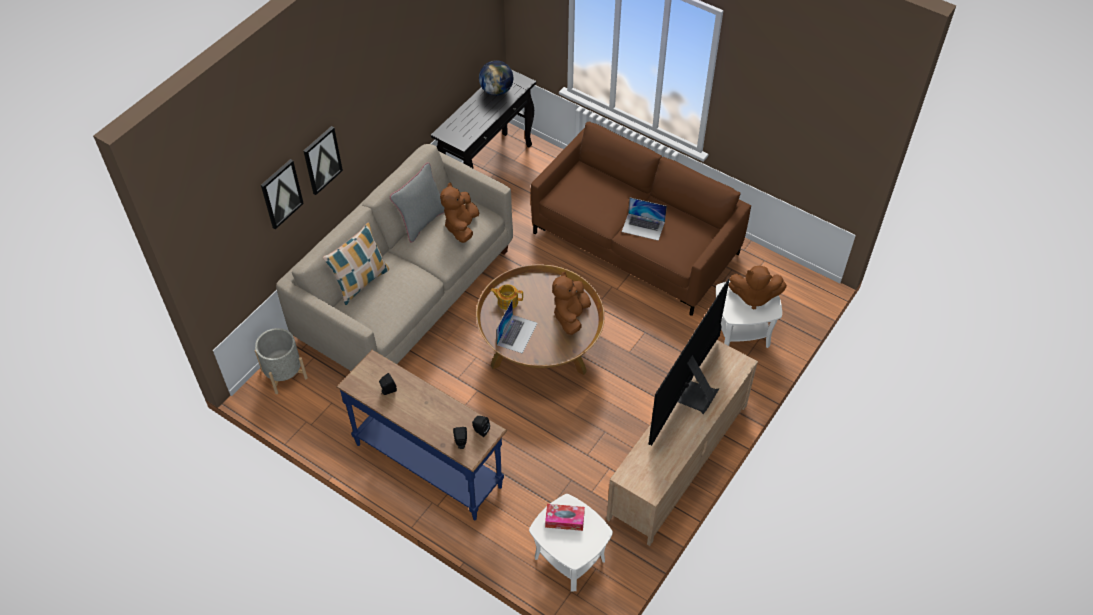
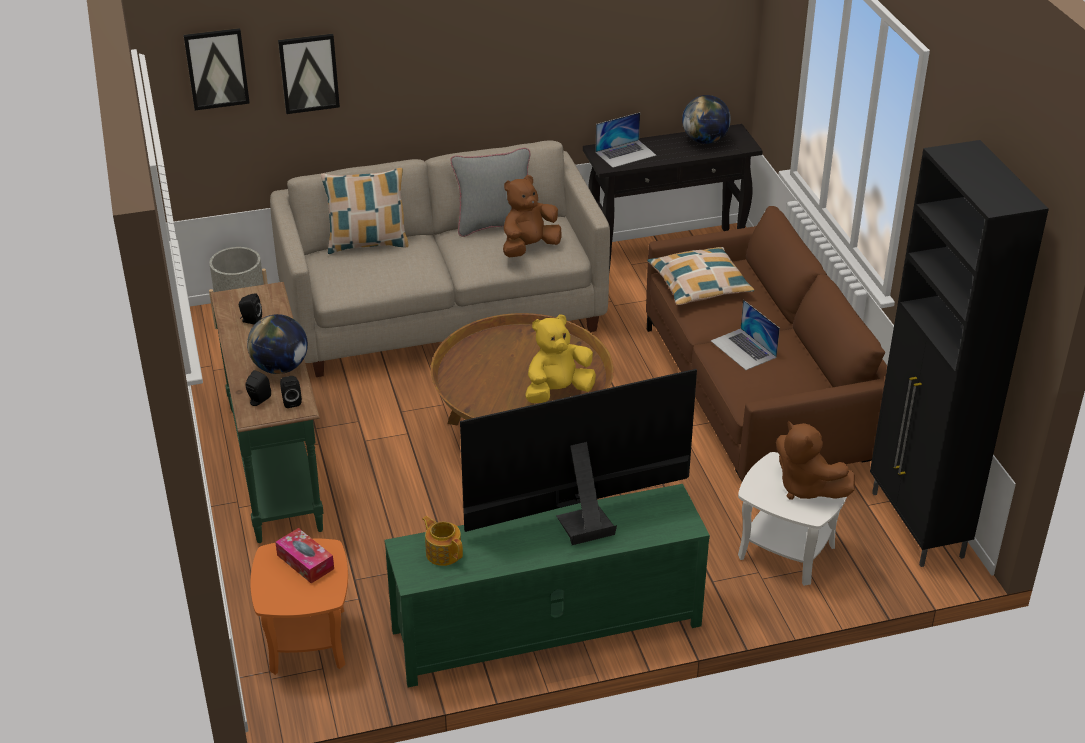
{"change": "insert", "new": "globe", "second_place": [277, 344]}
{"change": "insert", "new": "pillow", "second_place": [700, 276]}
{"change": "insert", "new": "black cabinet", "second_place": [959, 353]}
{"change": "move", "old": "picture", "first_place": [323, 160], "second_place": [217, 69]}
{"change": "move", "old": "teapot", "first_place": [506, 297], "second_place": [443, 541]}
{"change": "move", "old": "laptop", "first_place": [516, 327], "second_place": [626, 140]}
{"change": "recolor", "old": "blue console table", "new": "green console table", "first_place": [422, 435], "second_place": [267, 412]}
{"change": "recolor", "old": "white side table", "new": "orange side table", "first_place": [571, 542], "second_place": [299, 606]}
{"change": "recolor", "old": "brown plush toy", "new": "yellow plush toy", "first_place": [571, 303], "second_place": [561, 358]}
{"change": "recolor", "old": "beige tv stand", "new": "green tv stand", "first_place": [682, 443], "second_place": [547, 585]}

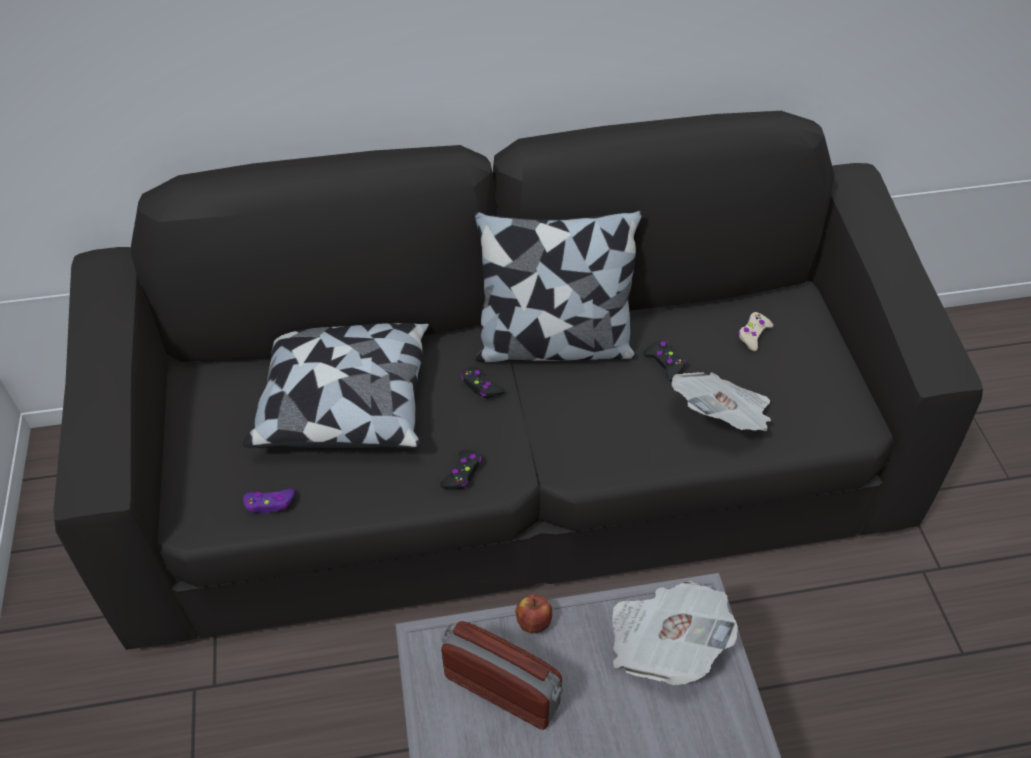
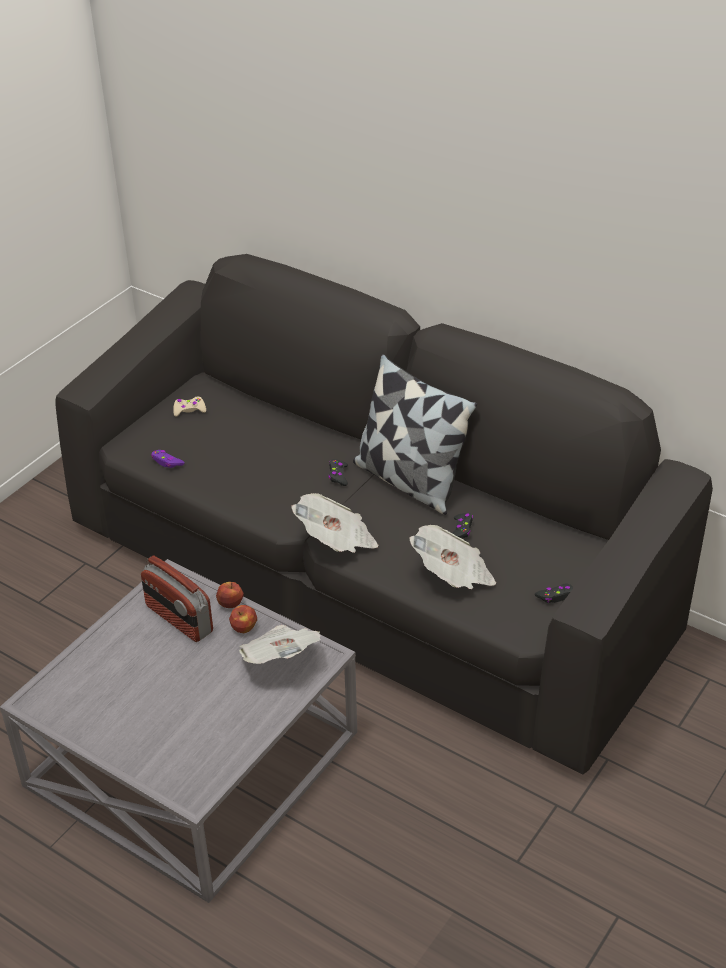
{"change": "delete", "old": "pillow", "first_place": [335, 386]}
{"change": "insert", "new": "apple", "second_place": [243, 619]}
{"change": "insert", "new": "newspaper", "second_place": [335, 523]}
{"change": "move", "old": "black game controller", "first_place": [460, 469], "second_place": [554, 593]}
{"change": "move", "old": "beige game controller", "first_place": [756, 331], "second_place": [189, 407]}
{"change": "rotate", "old": "radio", "first_place": [502, 675], "second_place": [177, 599], "degrees": 150}

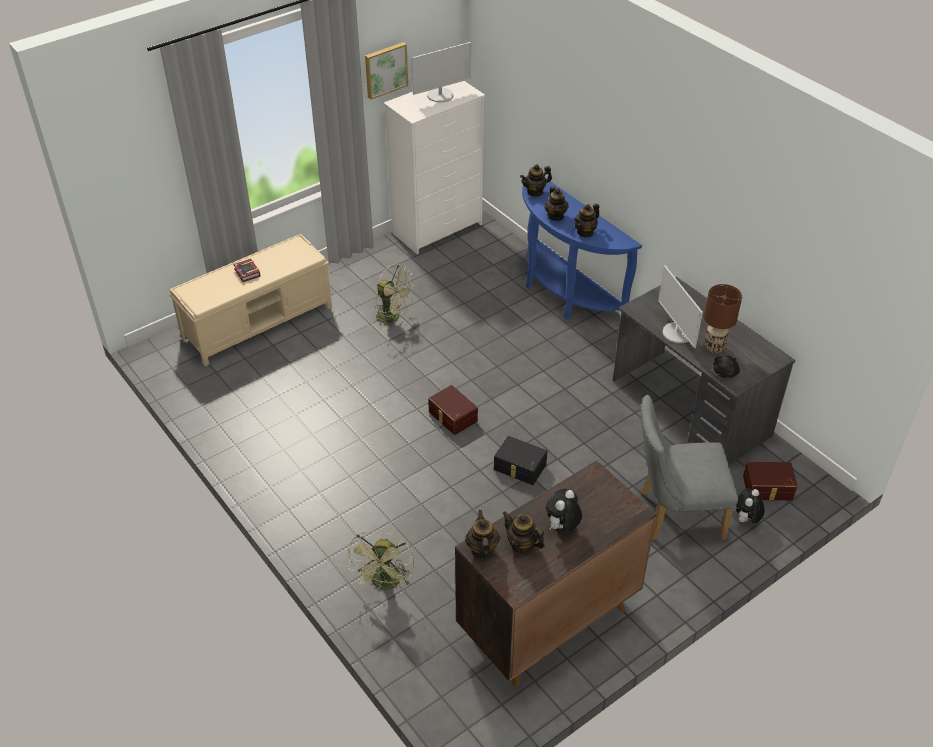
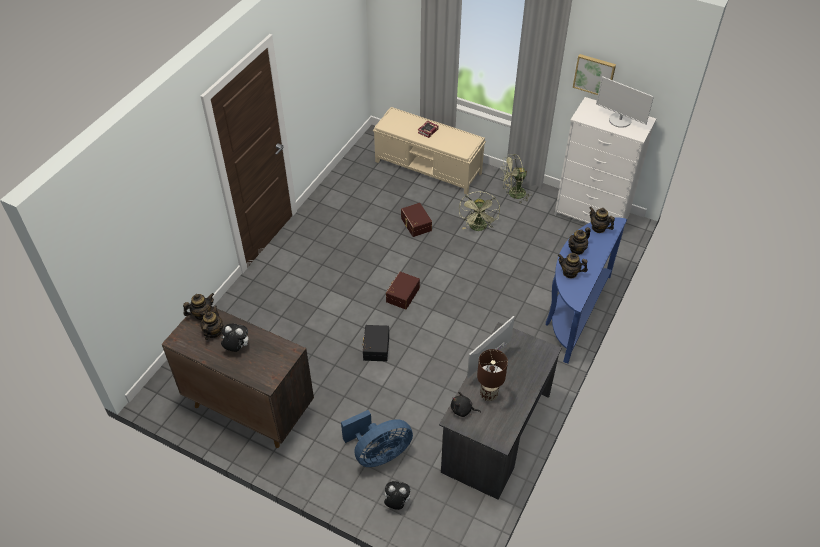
{"change": "move", "old": "green fan", "first_place": [381, 560], "second_place": [516, 178]}
{"change": "move", "old": "brown storage box", "first_place": [770, 481], "second_place": [416, 220]}
{"change": "replace", "old": "grey chair", "new": "blue fan", "first_place": [689, 467], "second_place": [377, 438]}

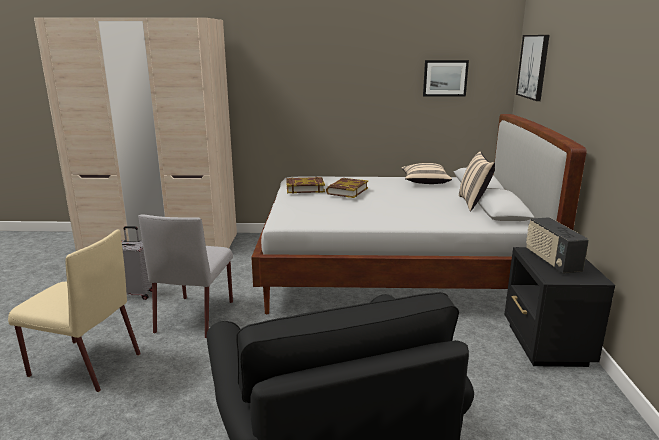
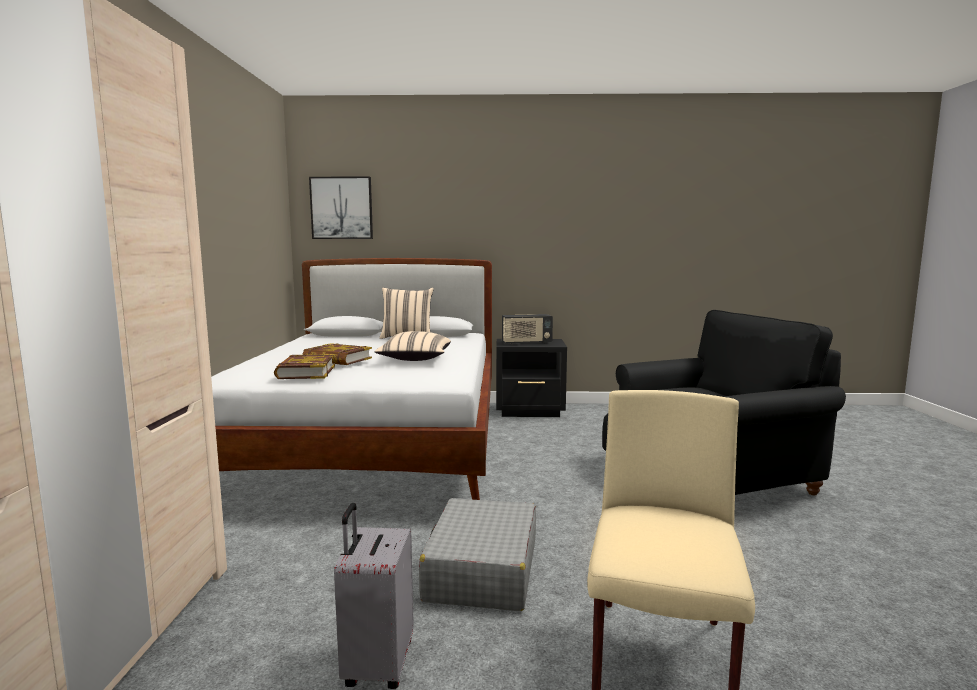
{"change": "delete", "old": "picture", "first_place": [446, 78]}
{"change": "move", "old": "beige pillow", "first_place": [426, 173], "second_place": [412, 346]}
{"change": "replace", "old": "grey chair", "new": "grey suitcase", "first_place": [185, 276], "second_place": [477, 554]}

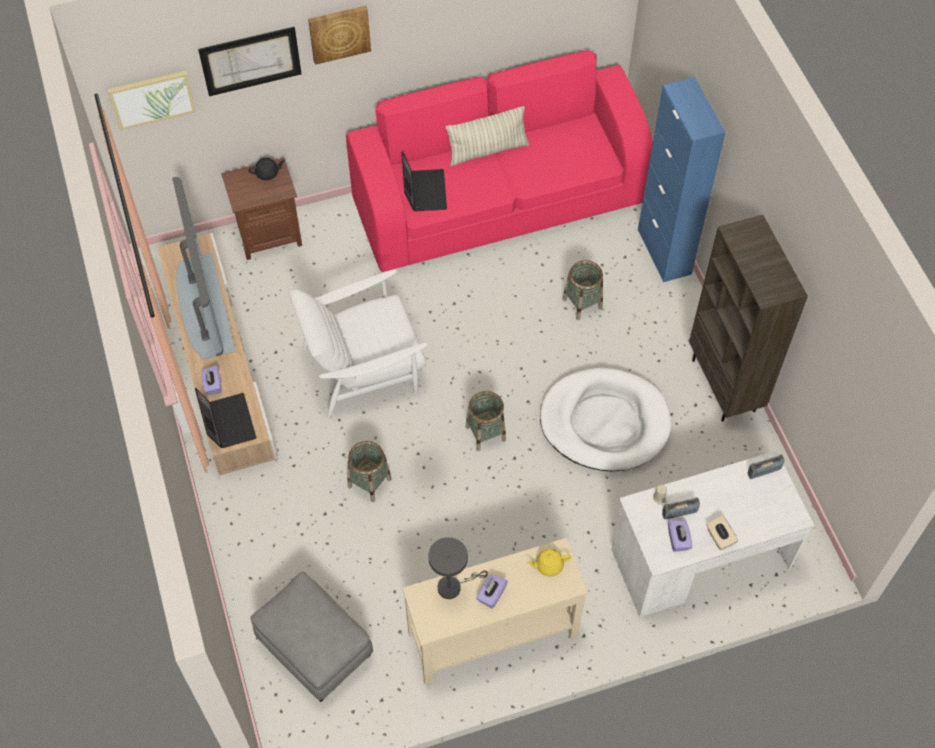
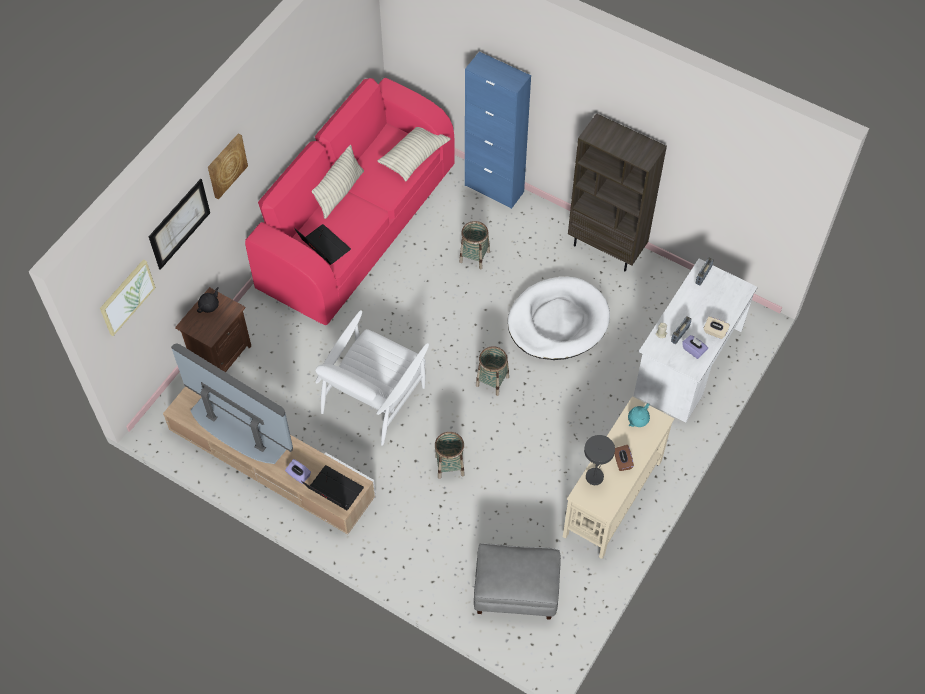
{"change": "insert", "new": "pillow", "second_place": [414, 154]}
{"change": "recolor", "old": "purple tissue box", "new": "brown tissue box", "first_place": [492, 591], "second_place": [624, 458]}
{"change": "recolor", "old": "yellow teapot", "new": "turquoise teapot", "first_place": [549, 562], "second_place": [639, 415]}

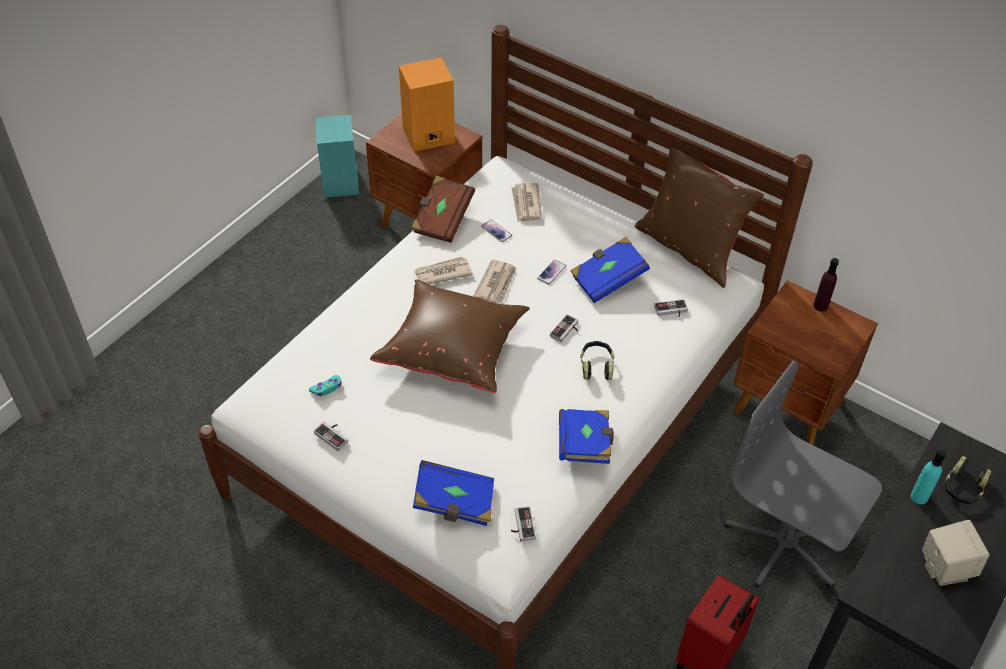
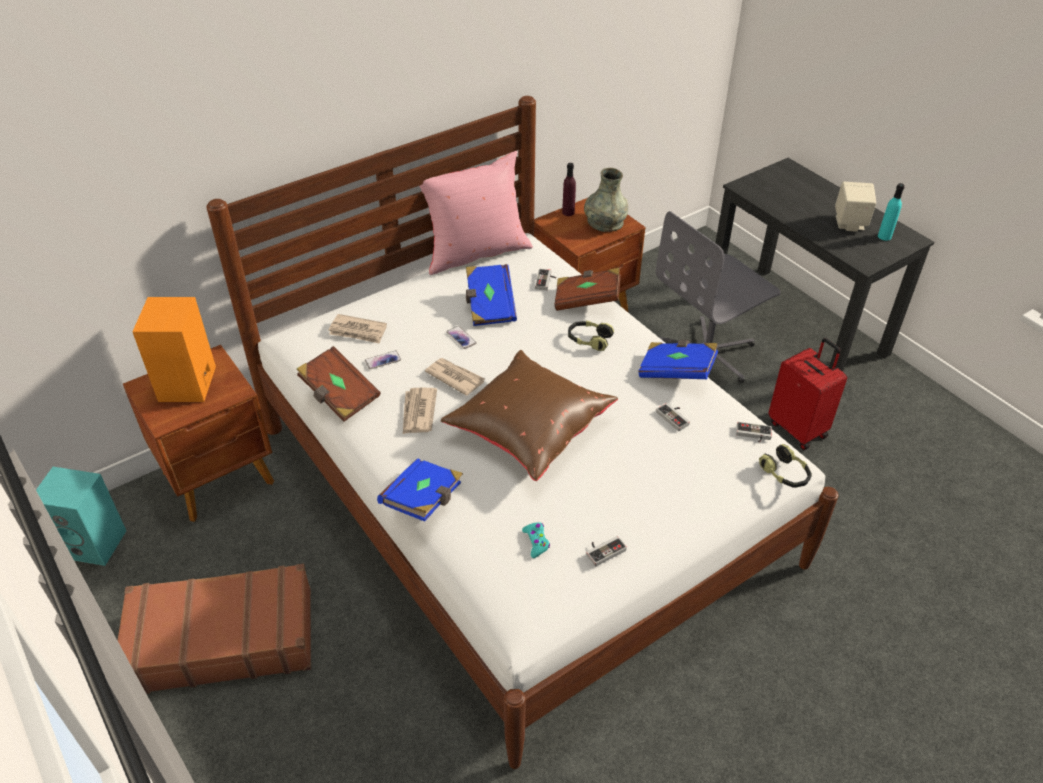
{"change": "insert", "new": "brown suitcase", "second_place": [214, 629]}
{"change": "insert", "new": "brown book", "second_place": [587, 289]}
{"change": "insert", "new": "grey vase", "second_place": [606, 200]}
{"change": "move", "old": "blue book", "first_place": [453, 493], "second_place": [420, 489]}
{"change": "move", "old": "game controller", "first_place": [564, 328], "second_place": [673, 417]}
{"change": "move", "old": "turquoise bottle", "first_place": [928, 476], "second_place": [891, 212]}
{"change": "move", "old": "headphones", "first_place": [968, 480], "second_place": [785, 466]}
{"change": "recolor", "old": "brown pillow", "new": "pink pillow", "first_place": [699, 218], "second_place": [476, 213]}

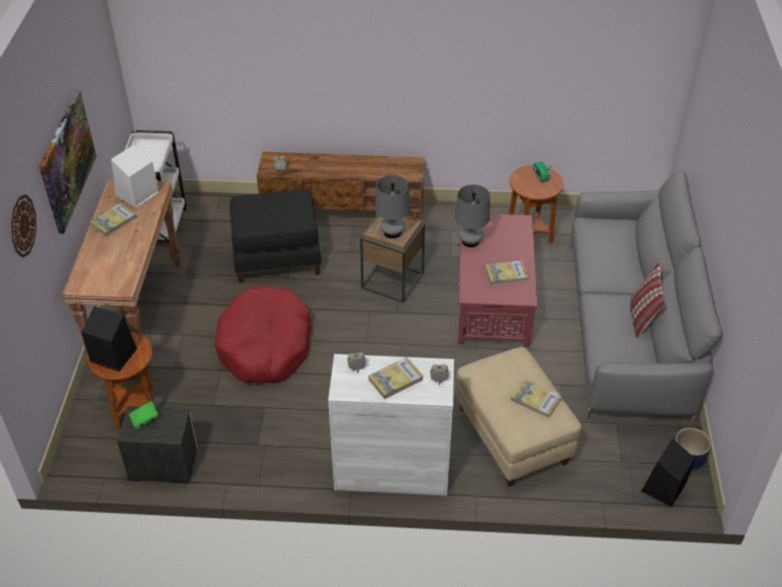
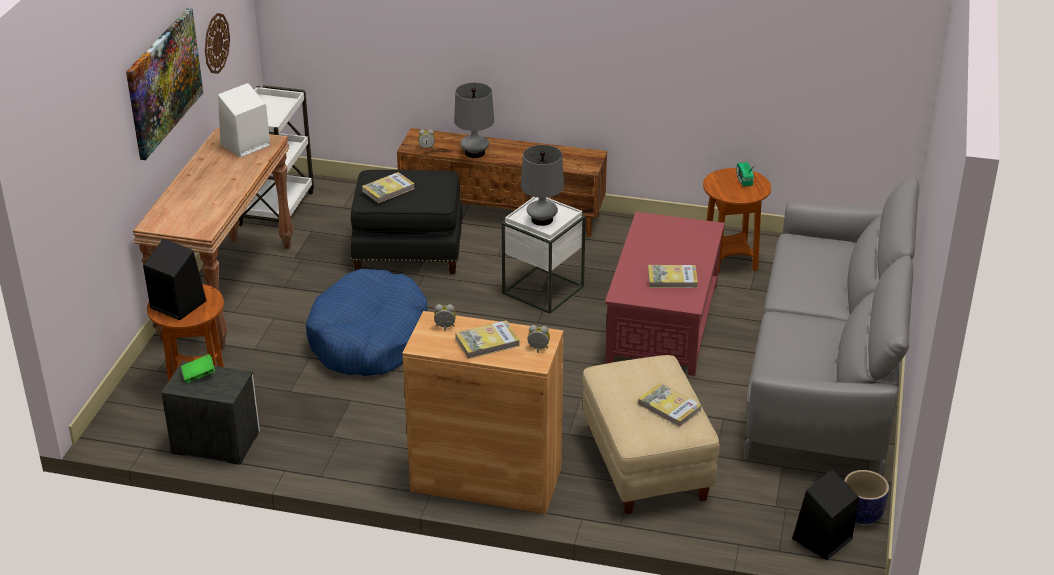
{"change": "delete", "old": "pillow", "first_place": [648, 300]}
{"change": "move", "old": "wall clock", "first_place": [24, 226], "second_place": [217, 43]}
{"change": "move", "old": "book", "first_place": [113, 220], "second_place": [388, 187]}
{"change": "move", "old": "grey table lamp", "first_place": [472, 216], "second_place": [474, 120]}
{"change": "recolor", "old": "red dog bed", "new": "blue dog bed", "first_place": [263, 335], "second_place": [367, 322]}
{"change": "recolor", "old": "white cabinet", "new": "brown cabinet", "first_place": [391, 425], "second_place": [483, 412]}
{"change": "recolor", "old": "brown side table", "new": "white side table", "first_place": [392, 259], "second_place": [544, 255]}

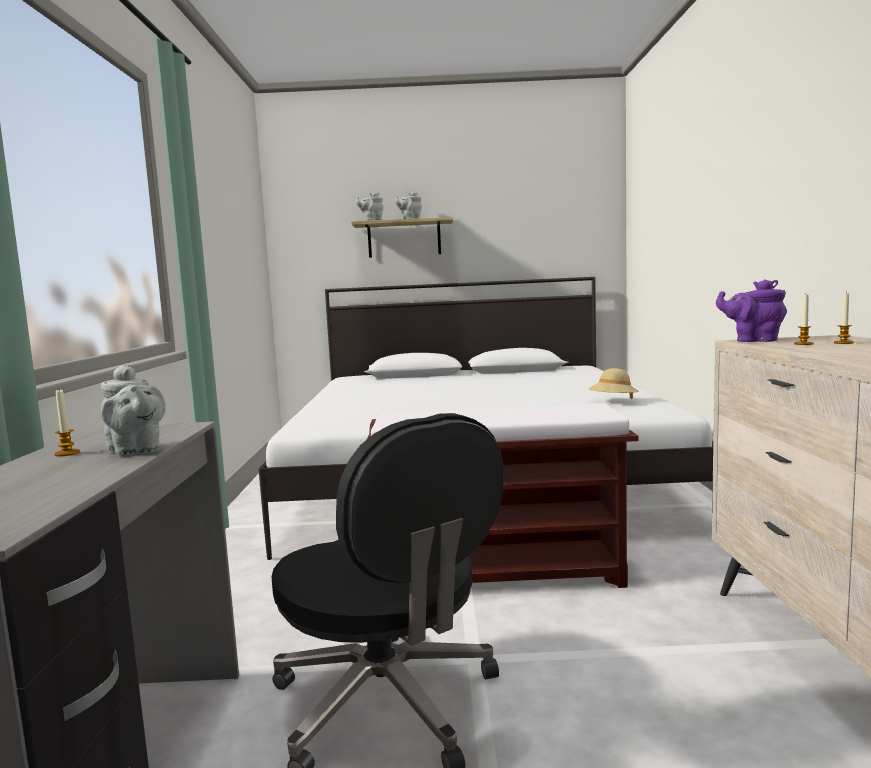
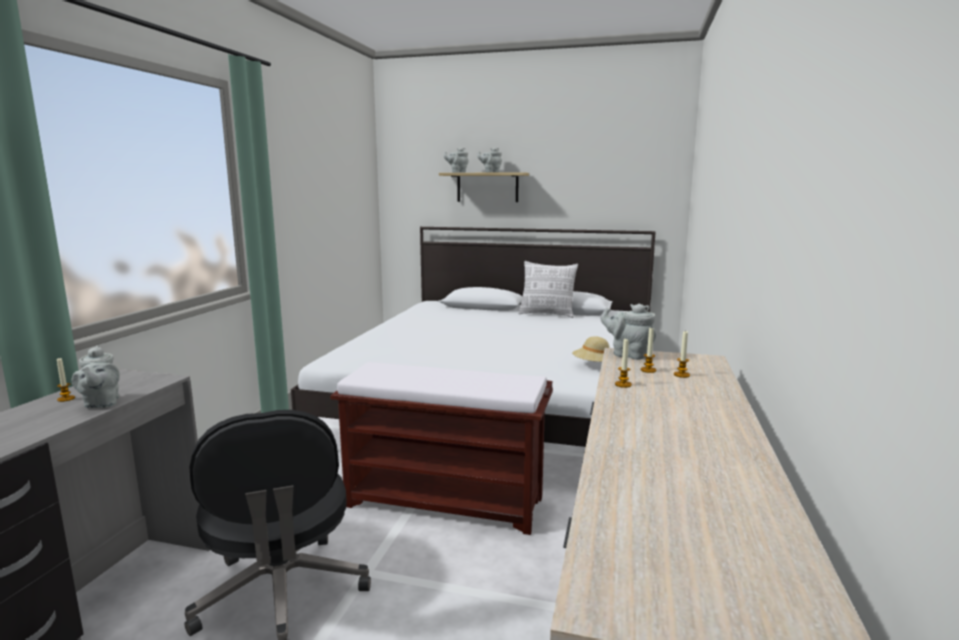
{"change": "insert", "new": "pillow", "second_place": [548, 289]}
{"change": "insert", "new": "candle", "second_place": [623, 363]}
{"change": "recolor", "old": "purple teapot", "new": "grey teapot", "first_place": [751, 310], "second_place": [628, 332]}

